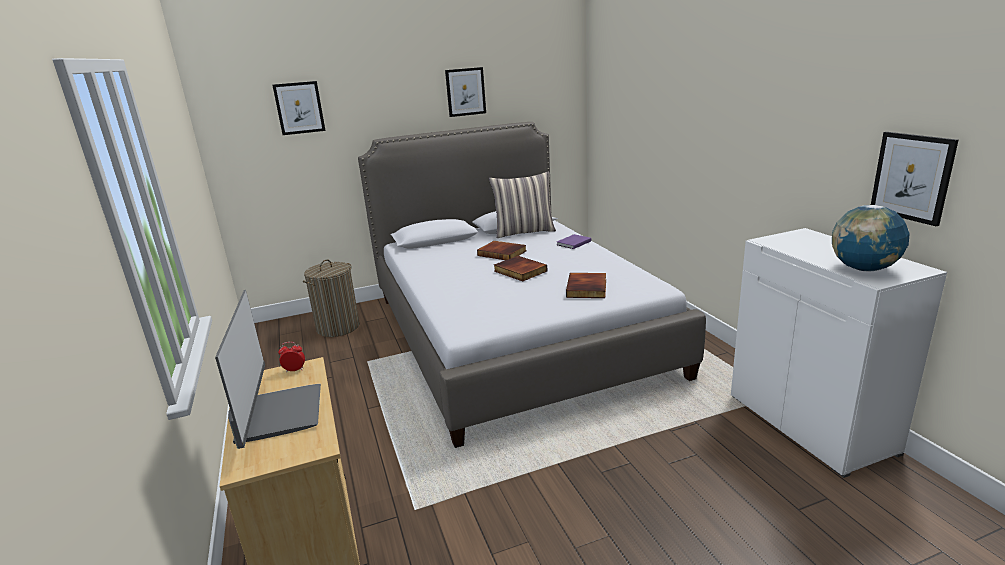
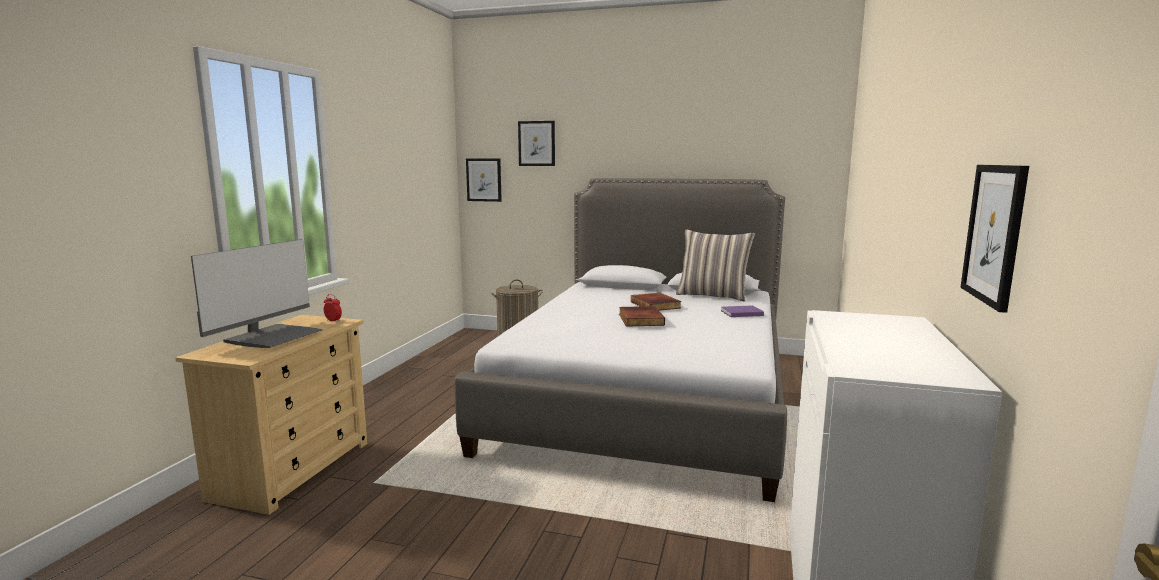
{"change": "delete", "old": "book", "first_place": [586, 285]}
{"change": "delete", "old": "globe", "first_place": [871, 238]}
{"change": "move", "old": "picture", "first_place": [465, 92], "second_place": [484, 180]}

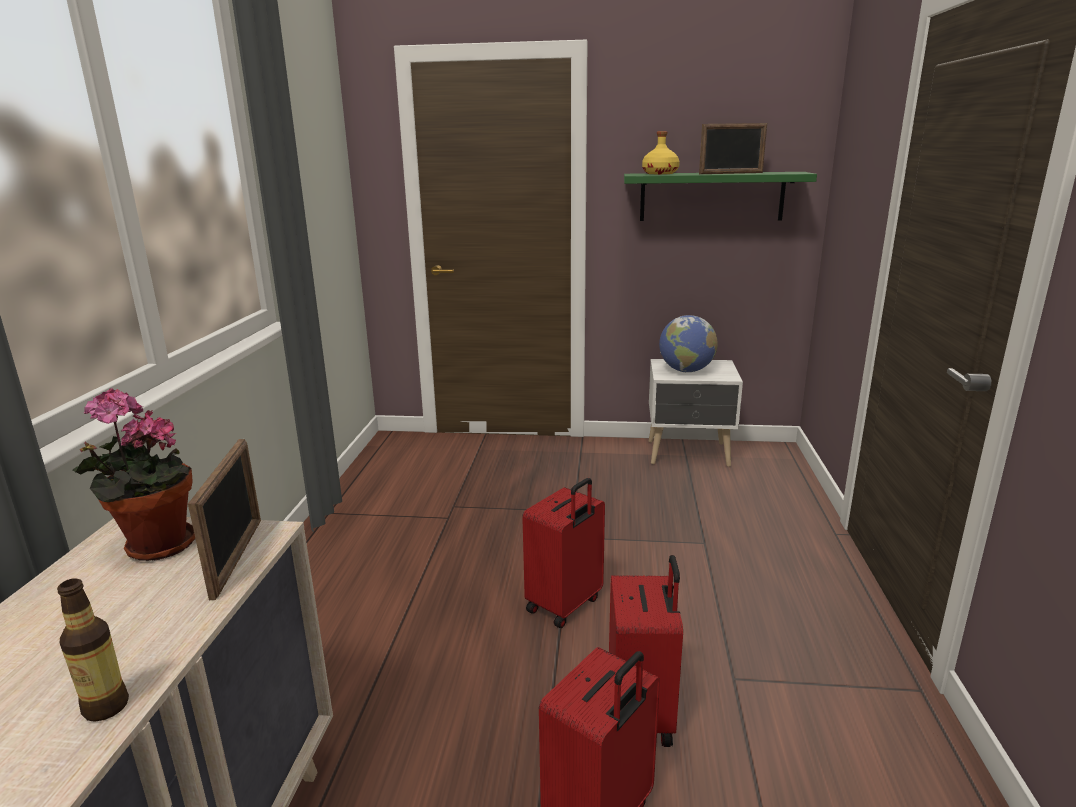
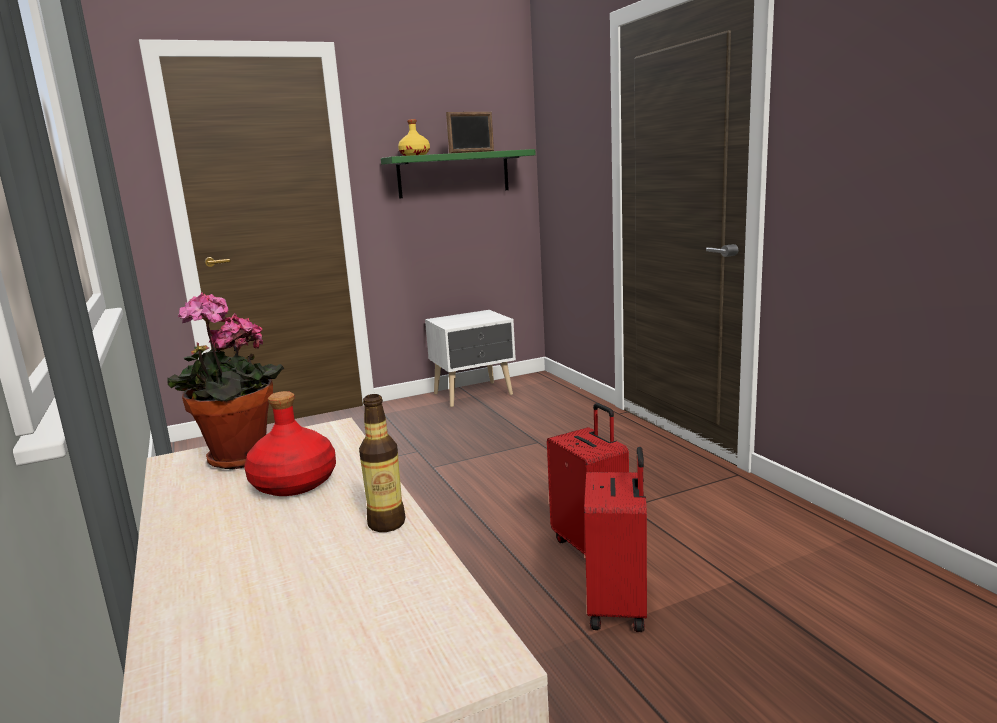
{"change": "delete", "old": "picture frame", "first_place": [224, 519]}
{"change": "delete", "old": "red suitcase", "first_place": [563, 553]}
{"change": "delete", "old": "globe", "first_place": [688, 343]}
{"change": "insert", "new": "red bottle", "second_place": [290, 443]}

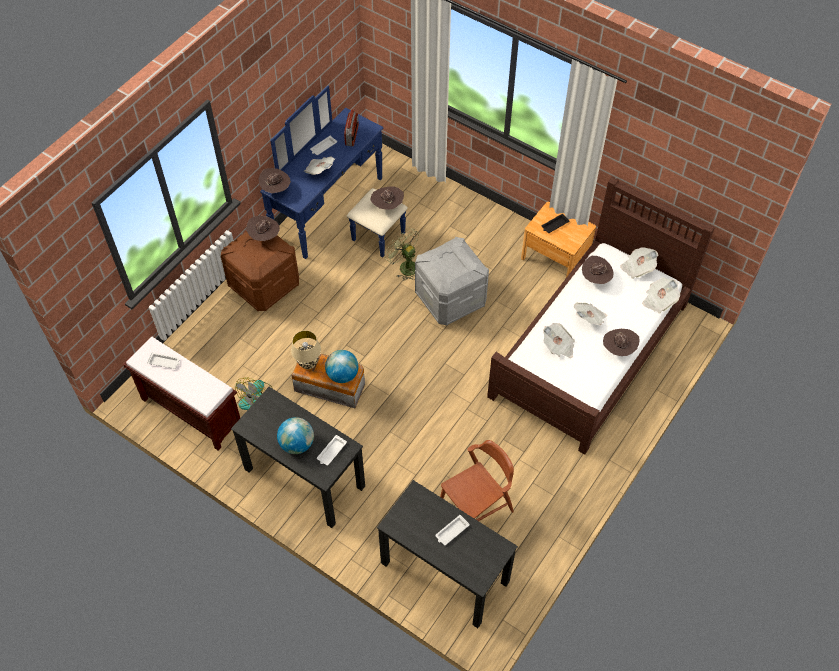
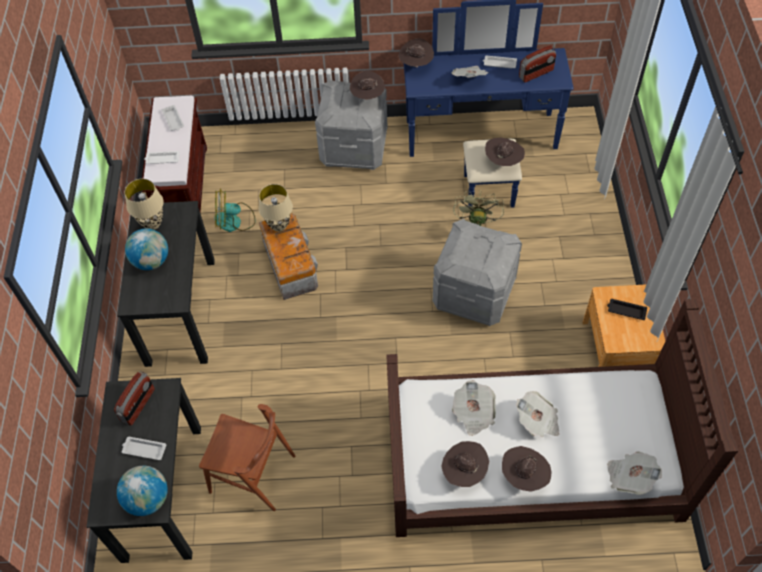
{"change": "delete", "old": "newspaper", "first_place": [639, 263]}
{"change": "insert", "new": "radio", "second_place": [134, 398]}
{"change": "insert", "new": "beige table lamp", "second_place": [144, 204]}
{"change": "move", "old": "white tray", "first_place": [332, 450], "second_place": [162, 157]}
{"change": "move", "old": "globe", "first_place": [342, 366], "second_place": [142, 491]}
{"change": "move", "old": "brown hat", "first_place": [598, 270], "second_place": [465, 464]}
{"change": "recolor", "old": "brown storage box", "new": "grey storage box", "first_place": [260, 271], "second_place": [351, 125]}

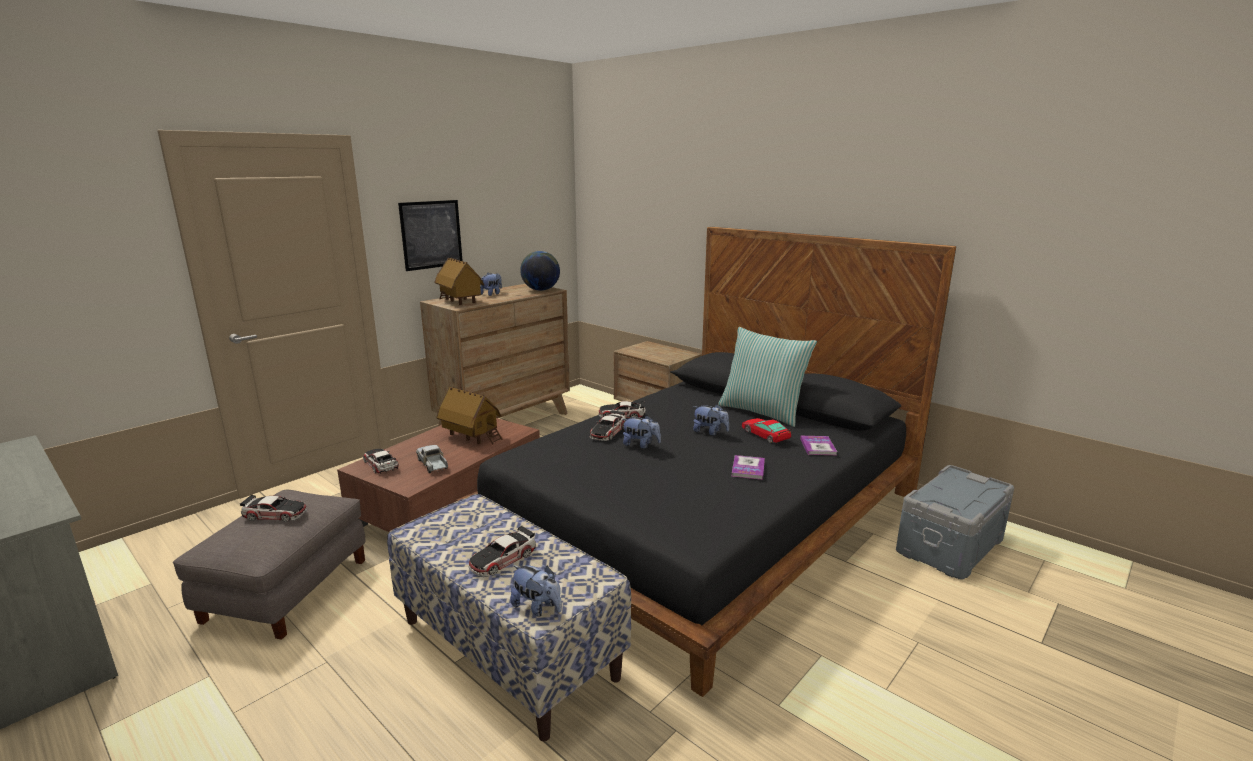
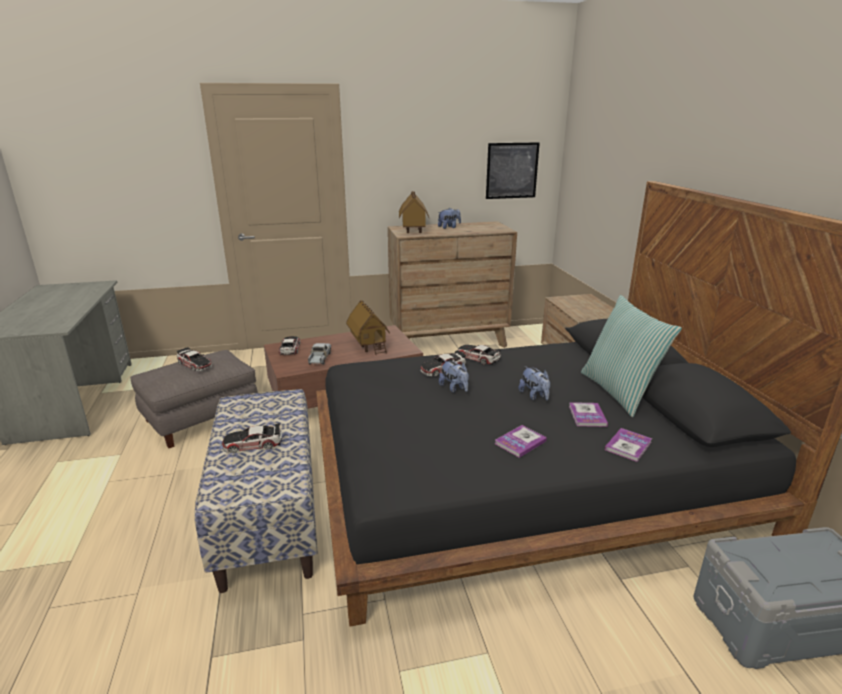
{"change": "delete", "old": "plush toy", "first_place": [536, 591]}
{"change": "delete", "old": "globe", "first_place": [540, 271]}
{"change": "move", "old": "picture", "first_place": [430, 235], "second_place": [513, 170]}
{"change": "replace", "old": "toy car", "new": "book", "first_place": [766, 430], "second_place": [588, 414]}

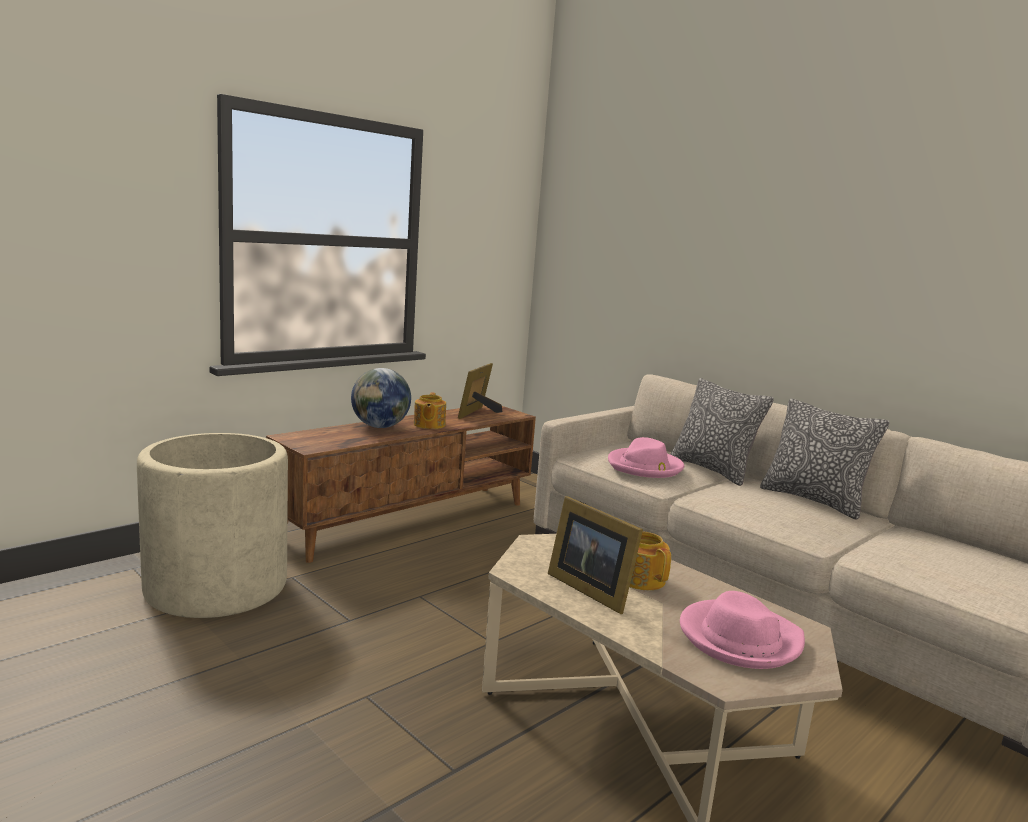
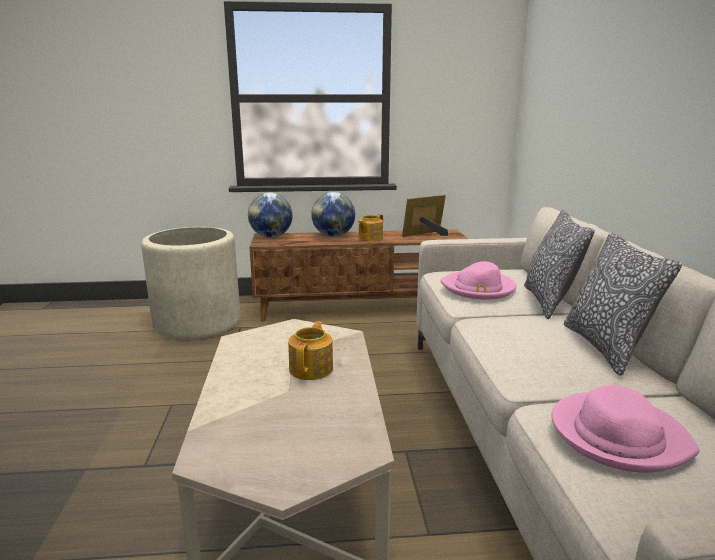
{"change": "delete", "old": "picture frame", "first_place": [595, 555]}
{"change": "insert", "new": "globe", "second_place": [270, 215]}
{"change": "move", "old": "pink hat", "first_place": [742, 630], "second_place": [625, 429]}

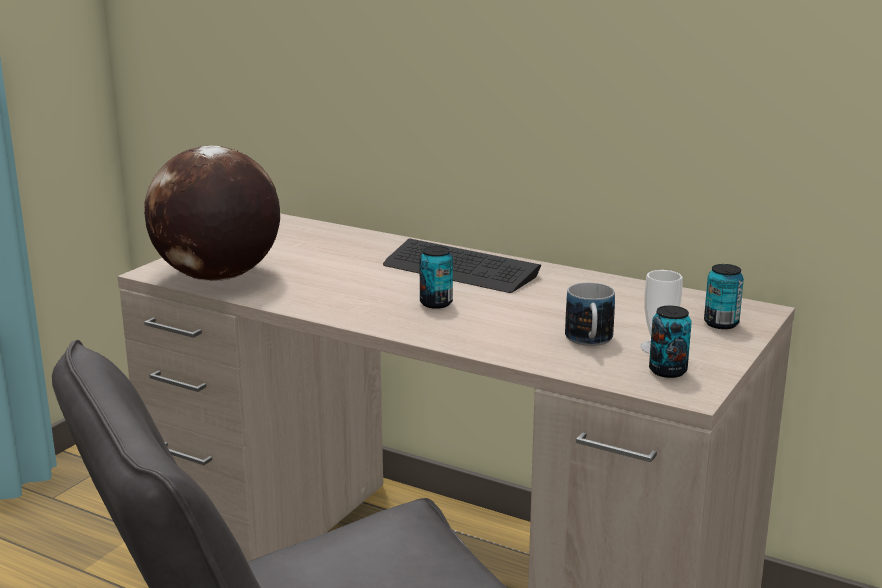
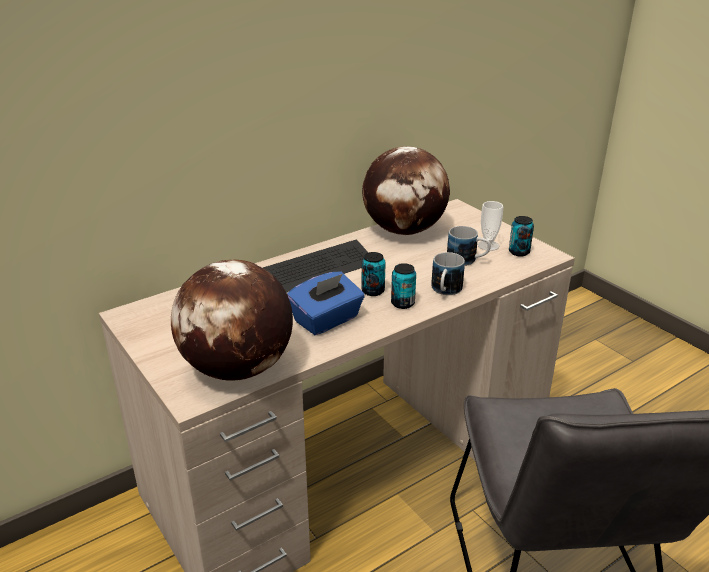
{"change": "insert", "new": "blue tissue box", "second_place": [326, 303]}
{"change": "insert", "new": "globe", "second_place": [406, 190]}
{"change": "insert", "new": "mug", "second_place": [448, 273]}
{"change": "move", "old": "can", "first_place": [724, 296], "second_place": [403, 286]}

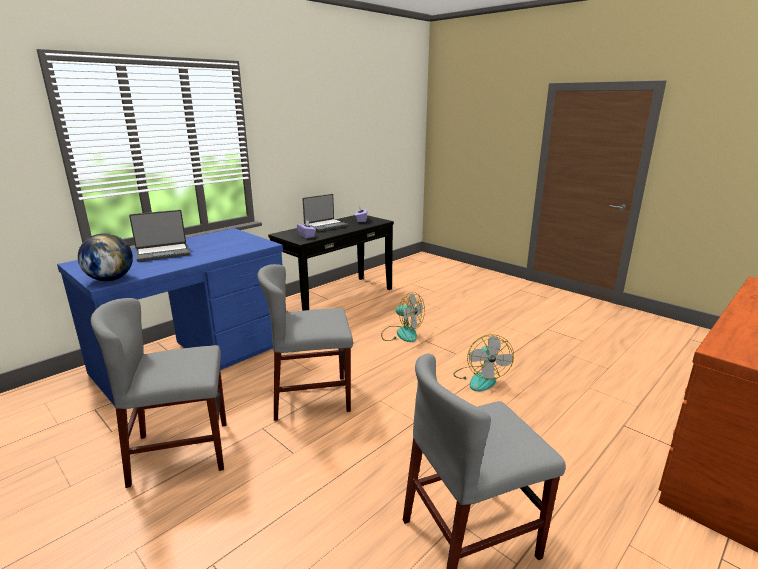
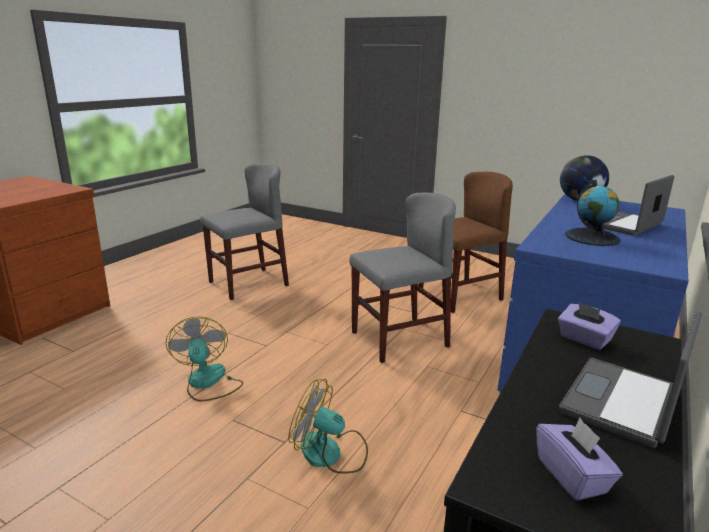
{"change": "insert", "new": "globe", "second_place": [593, 213]}
{"change": "recolor", "old": "grey chair", "new": "brown chair", "first_place": [159, 393], "second_place": [465, 242]}

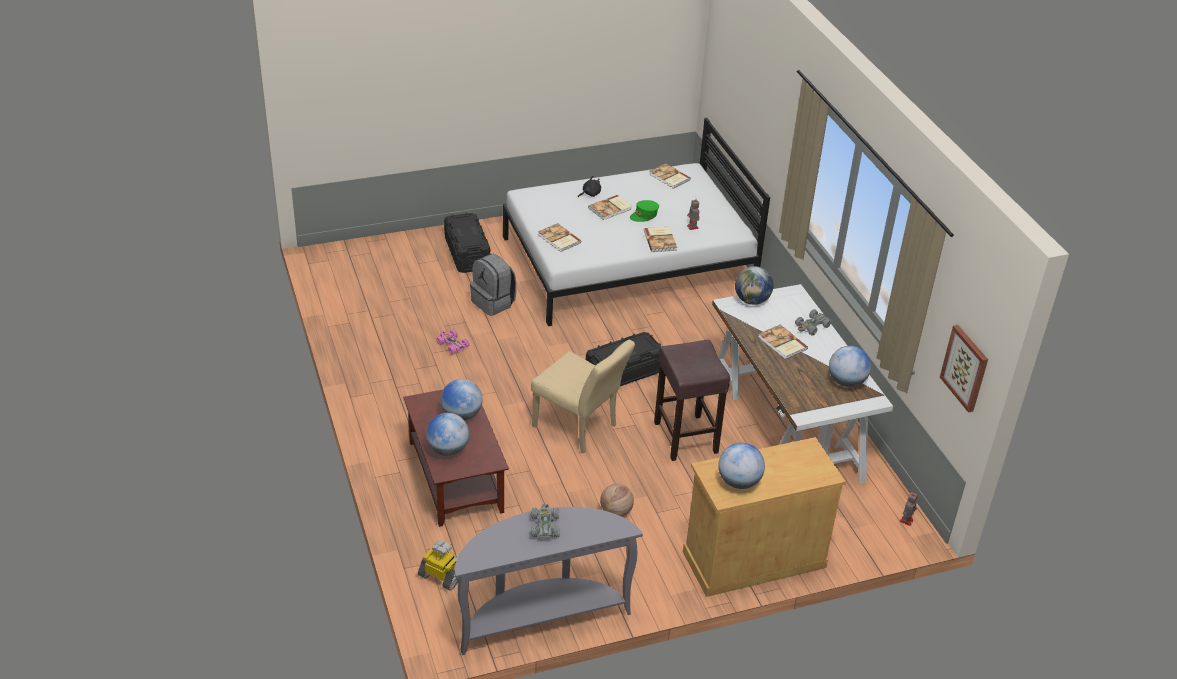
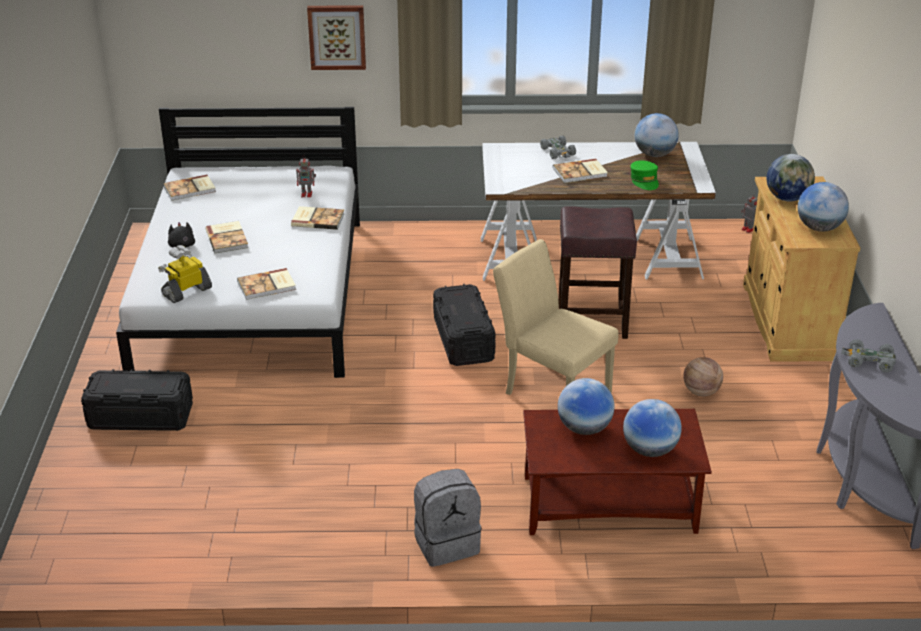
{"change": "delete", "old": "pink toy car", "first_place": [453, 341]}
{"change": "move", "old": "toy robot", "first_place": [438, 565], "second_place": [185, 274]}
{"change": "move", "old": "grey backpack", "first_place": [493, 285], "second_place": [448, 518]}
{"change": "move", "old": "green cap", "first_place": [644, 211], "second_place": [645, 175]}
{"change": "move", "old": "globe", "first_place": [754, 285], "second_place": [791, 177]}
{"change": "move", "old": "picture", "first_place": [964, 369], "second_place": [336, 37]}
{"change": "rotate", "old": "beige chair", "first_place": [583, 396], "second_place": [556, 317], "degrees": -105}

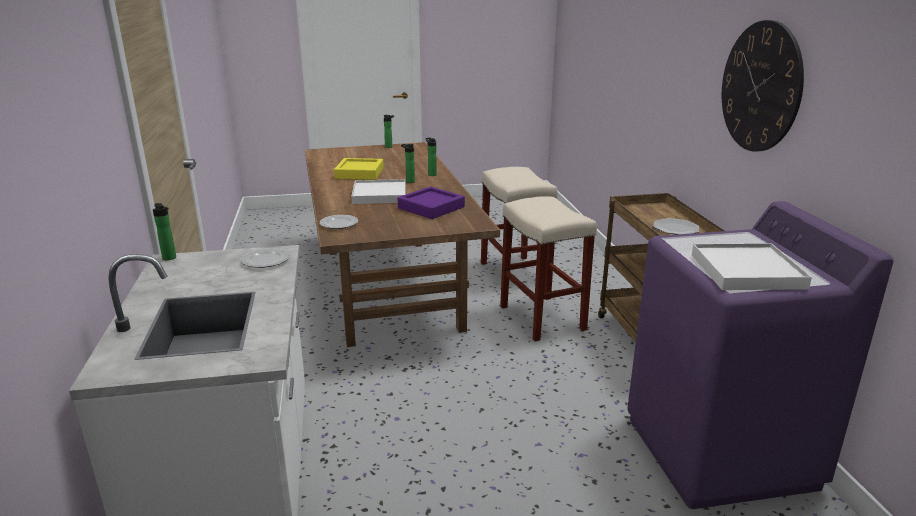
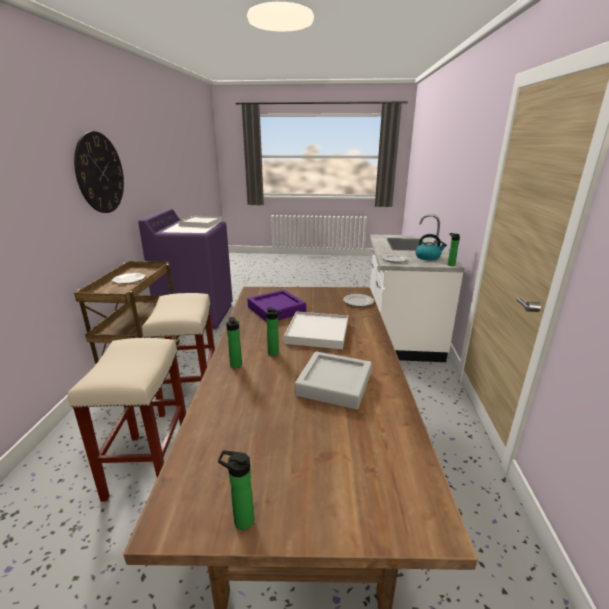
{"change": "insert", "new": "kettle", "second_place": [431, 247]}
{"change": "recolor", "old": "yellow tray", "new": "grey tray", "first_place": [359, 169], "second_place": [333, 380]}

